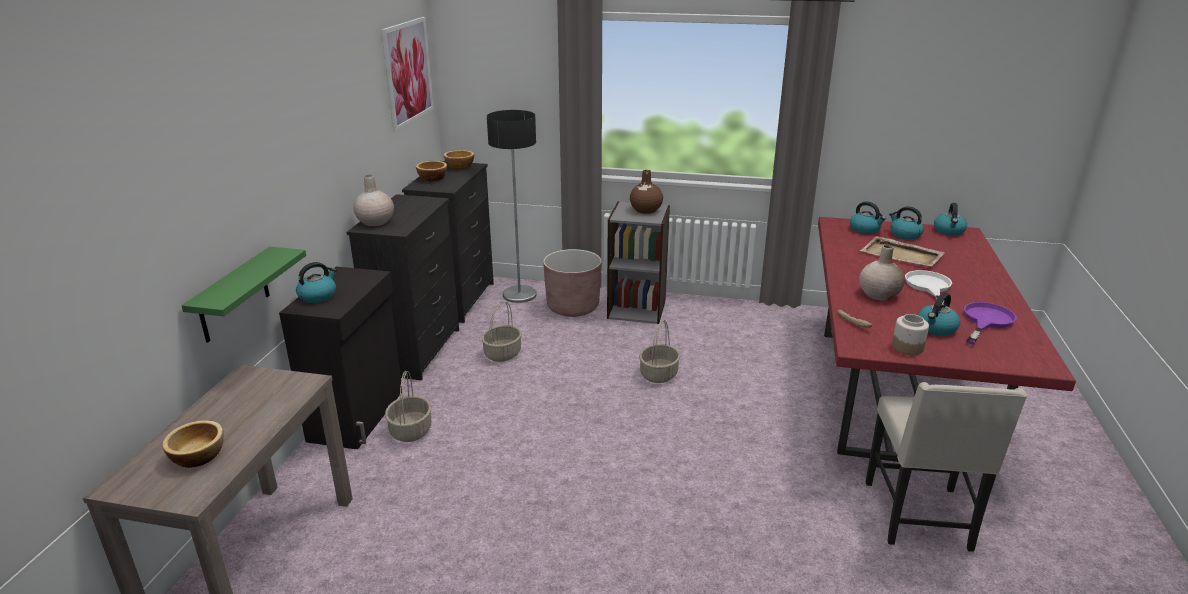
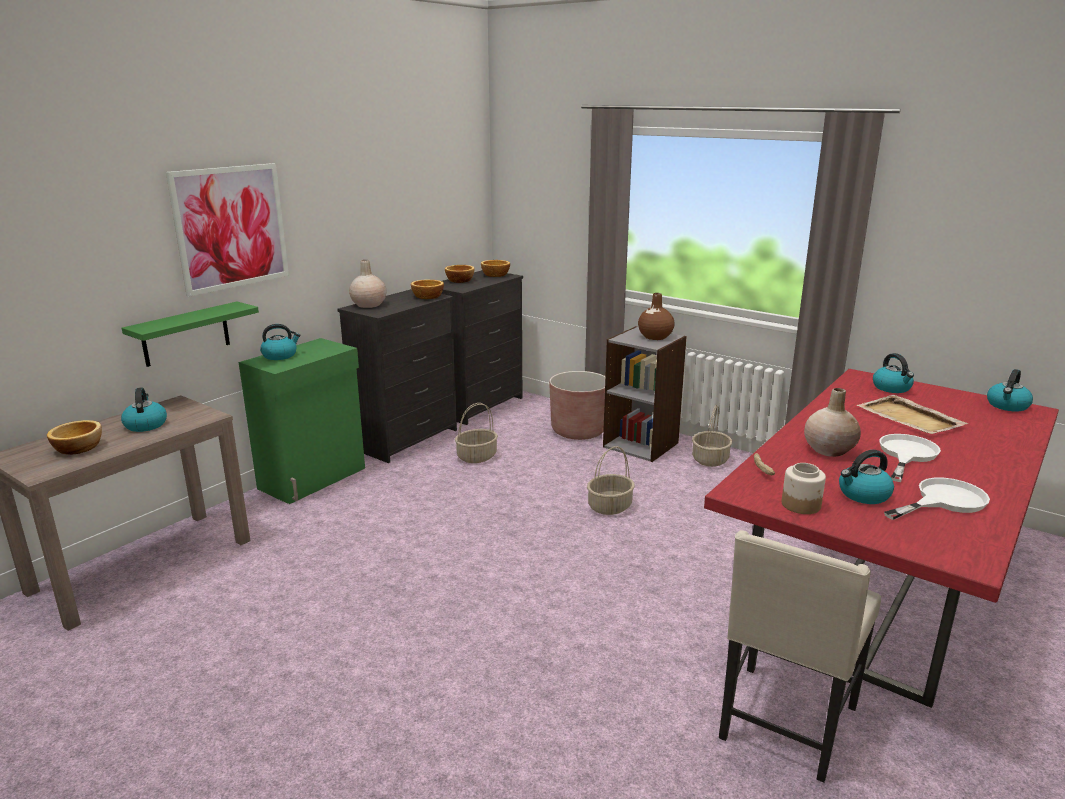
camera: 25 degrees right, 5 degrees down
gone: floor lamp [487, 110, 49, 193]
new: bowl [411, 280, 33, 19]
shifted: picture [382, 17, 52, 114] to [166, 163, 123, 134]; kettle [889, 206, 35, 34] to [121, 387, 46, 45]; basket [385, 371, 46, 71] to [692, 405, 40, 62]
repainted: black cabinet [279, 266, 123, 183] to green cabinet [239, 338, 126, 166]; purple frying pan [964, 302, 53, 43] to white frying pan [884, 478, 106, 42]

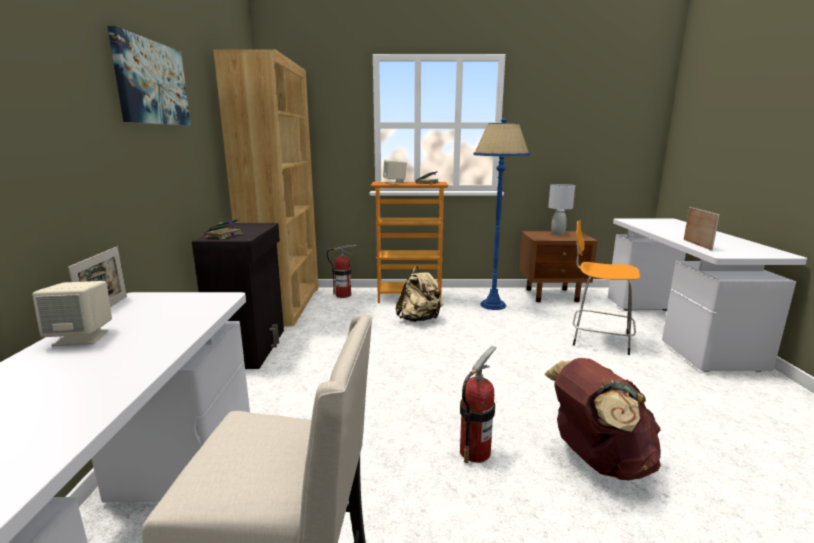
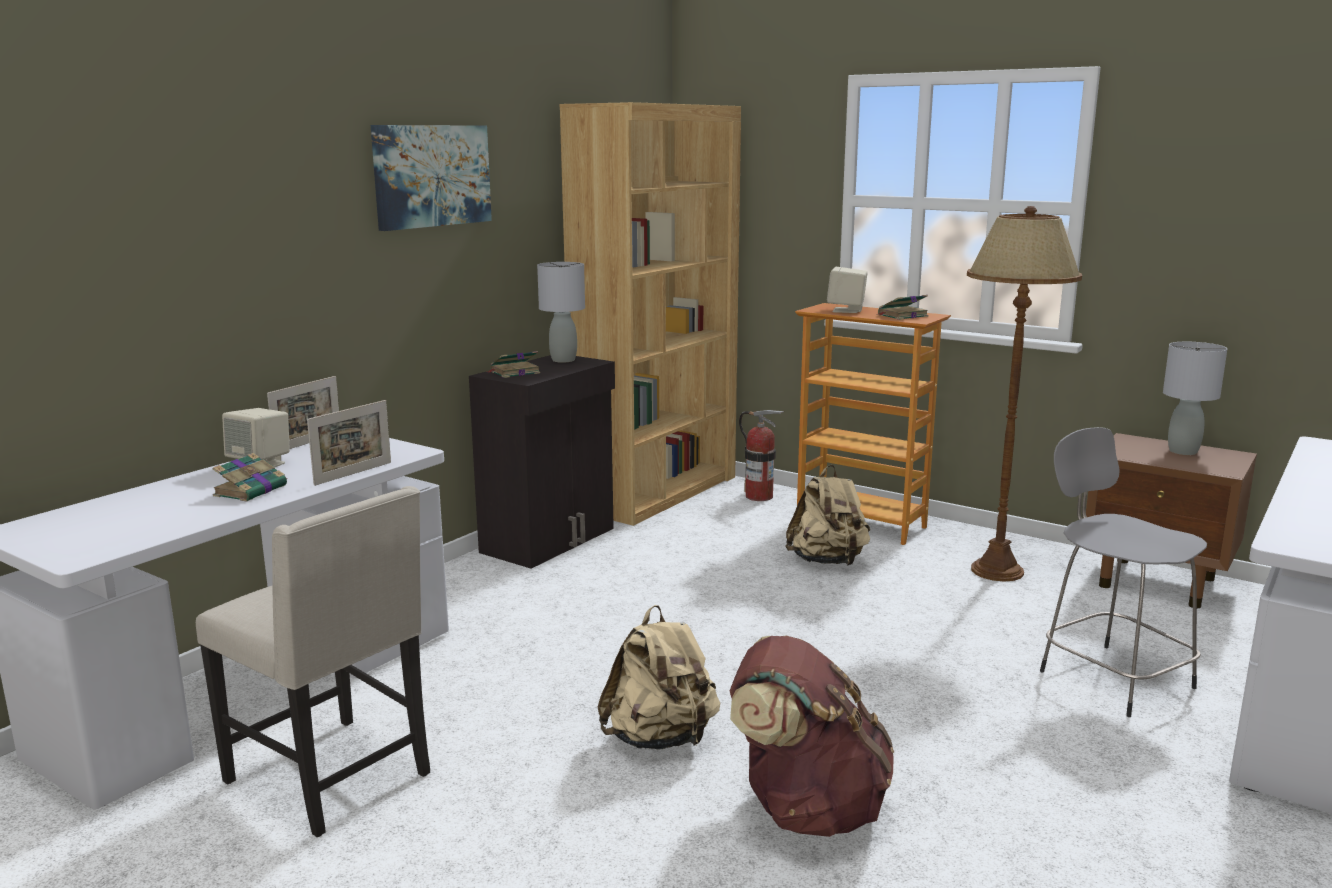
camera: 35 degrees right, 0 degrees up
new: grey table lamp [537, 262, 48, 101]; book [213, 453, 75, 49]
shifted: picture frame [684, 207, 36, 44] to [307, 400, 84, 86]
swapped: fire extinguisher [460, 346, 36, 117] to beige backpack [598, 605, 122, 144]
repainted: blue floor lamp [473, 118, 57, 192] to brown floor lamp [967, 206, 115, 376]; orange stool [573, 220, 67, 135] to grey stool [1040, 427, 167, 290]

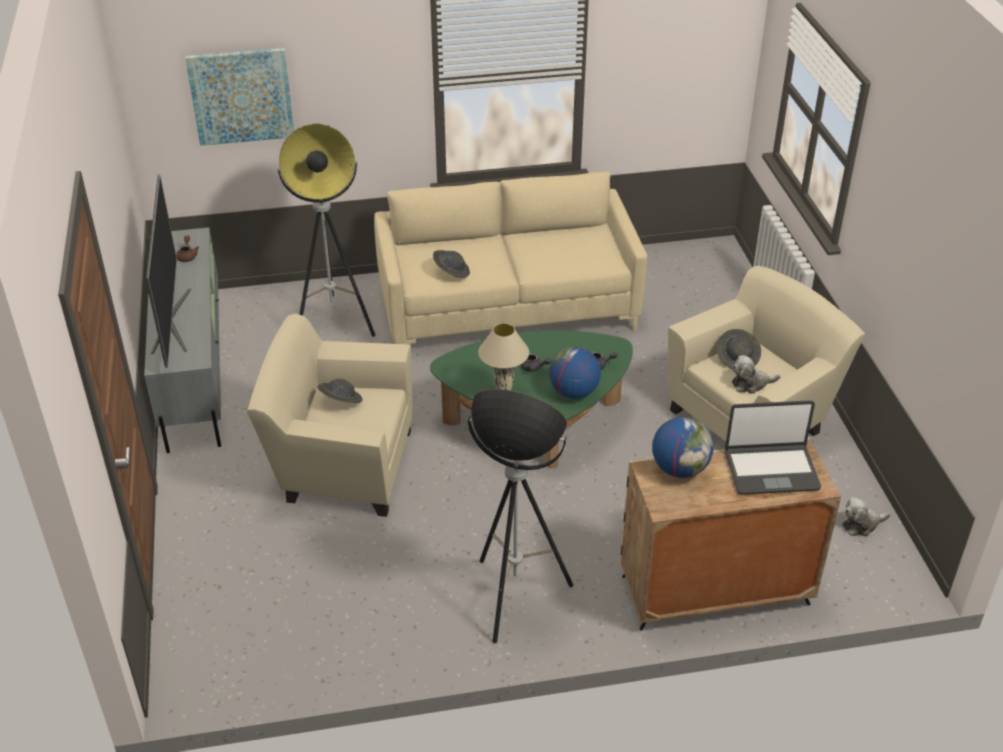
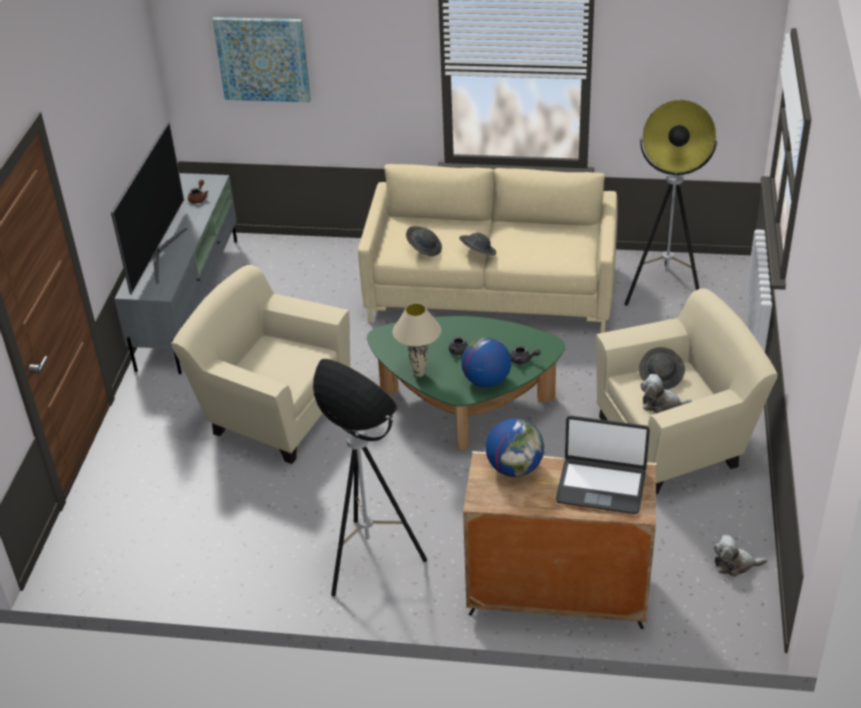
camera: 20 degrees right, 0 degrees up
shifted: floor lamp [278, 124, 97, 213] to [625, 100, 93, 206]; grey hat [317, 379, 45, 24] to [459, 233, 37, 23]

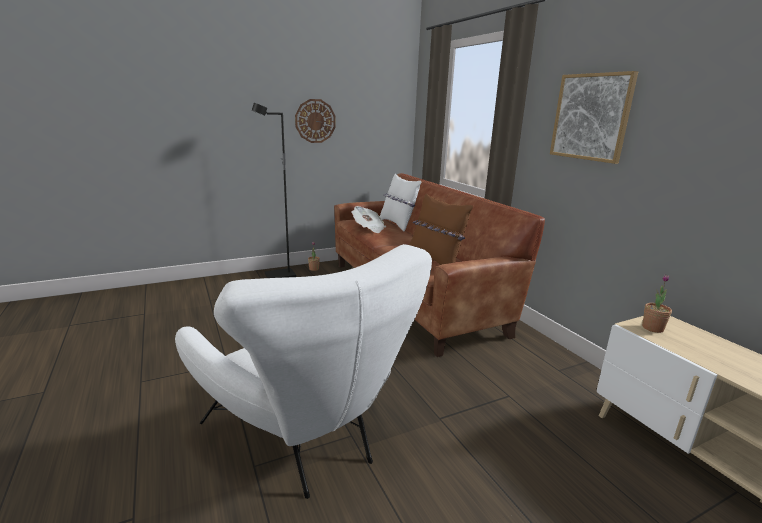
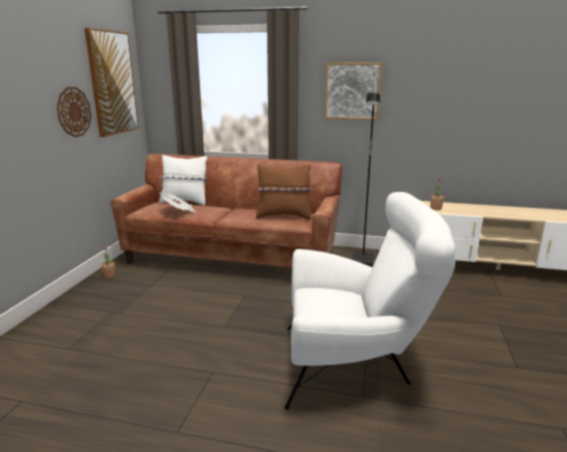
camera: 50 degrees left, 0 degrees up
new: picture [84, 28, 55, 109]
shifted: black floor lamp [252, 103, 44, 175] to [352, 93, 28, 174]

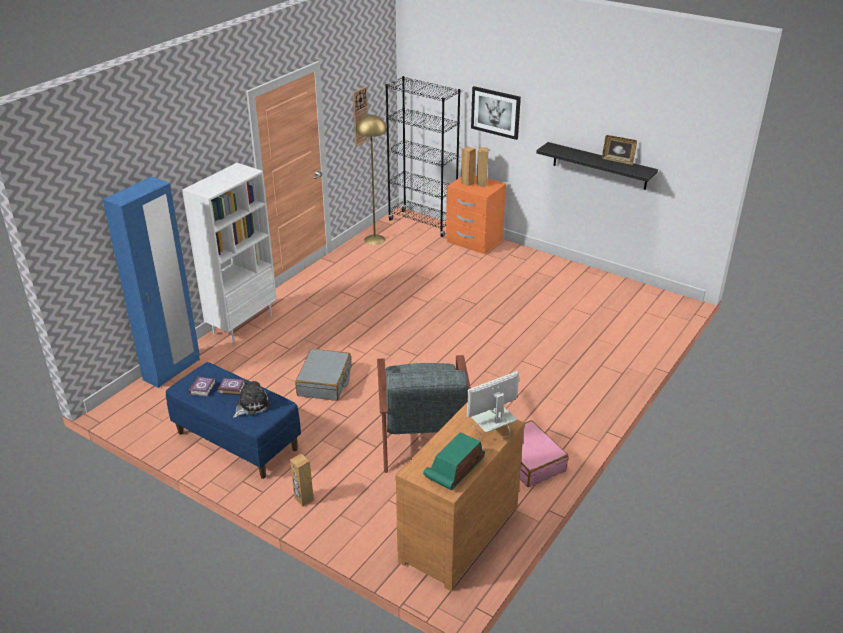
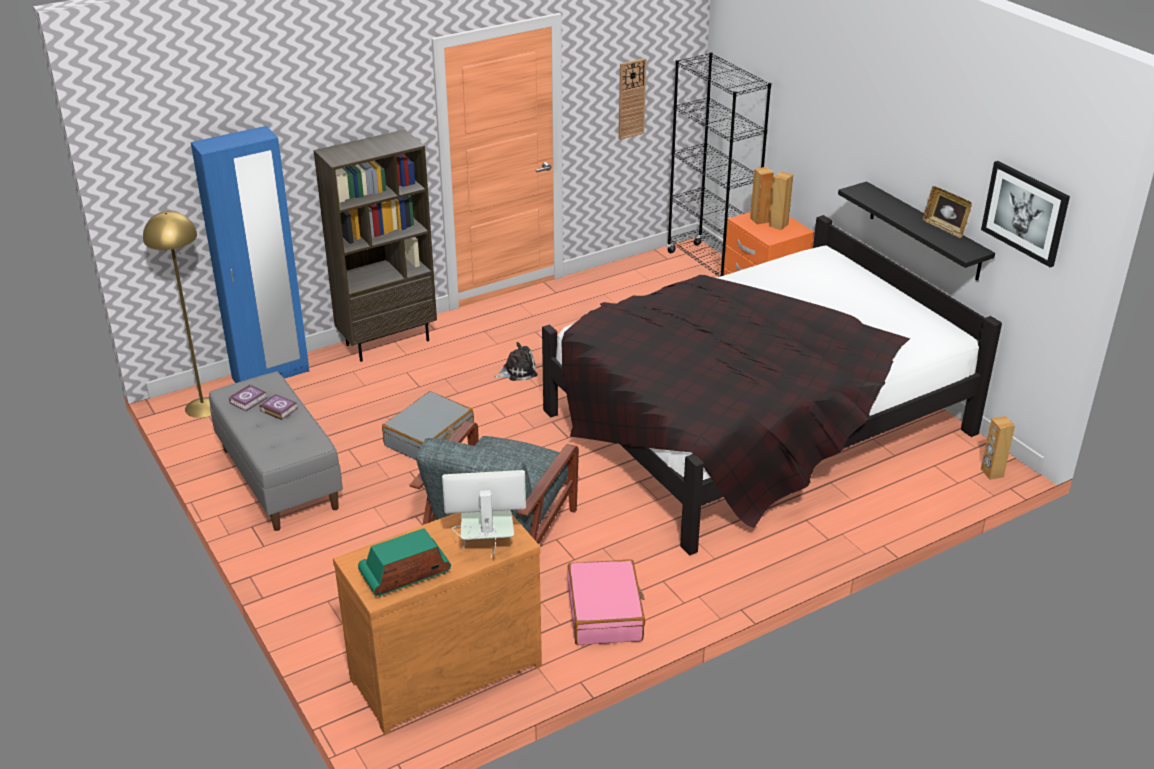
camera: 25 degrees right, 0 degrees up
new: black bed [542, 215, 460, 341]
shifted: picture [471, 86, 50, 54] to [981, 161, 89, 107]; yellow floor lamp [356, 115, 31, 130] to [143, 211, 68, 207]; plush toy [233, 380, 38, 38] to [494, 342, 43, 39]; brown speaker [290, 453, 24, 54] to [981, 416, 34, 64]
repainted: white bookcase [182, 163, 95, 180] to brown bookcase [314, 129, 123, 233]; blue bench [166, 362, 135, 117] to grey bench [209, 371, 134, 160]

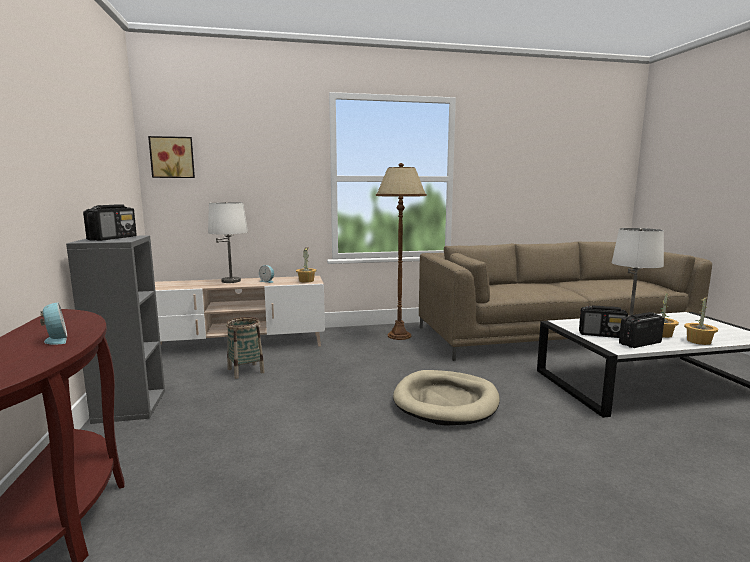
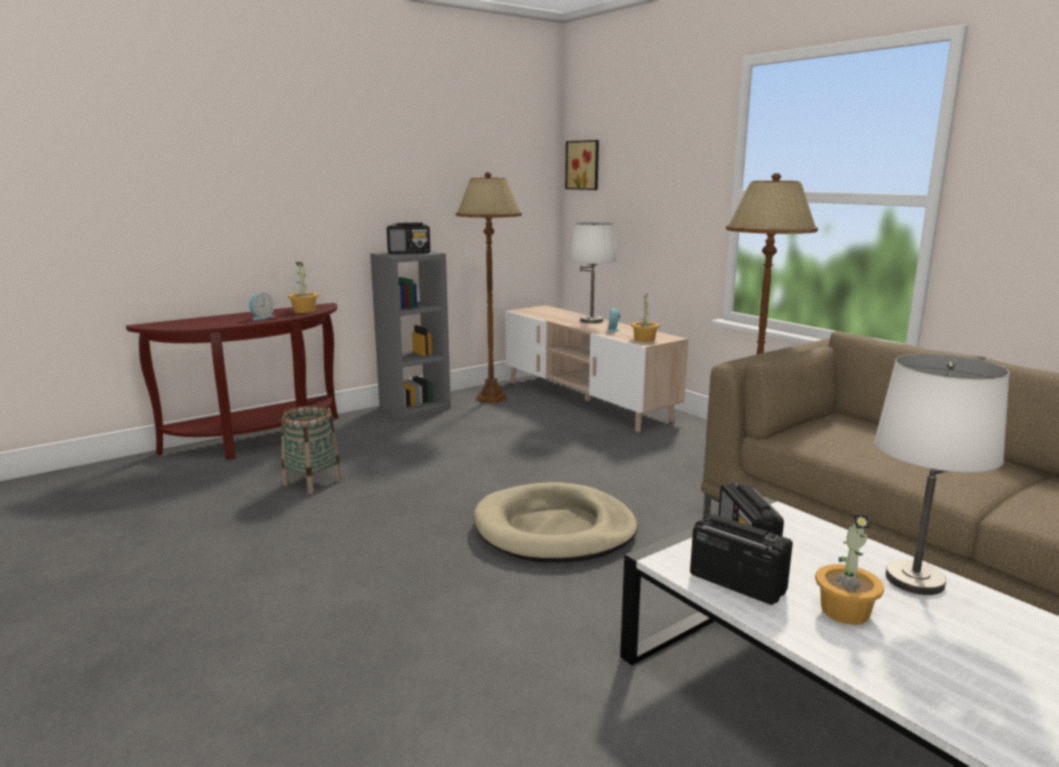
camera: 65 degrees right, 5 degrees up
new: brown floor lamp [456, 172, 66, 231]
shifted: potted plant [684, 297, 34, 48] to [288, 262, 31, 51]; basket [226, 317, 39, 62] to [281, 405, 61, 89]

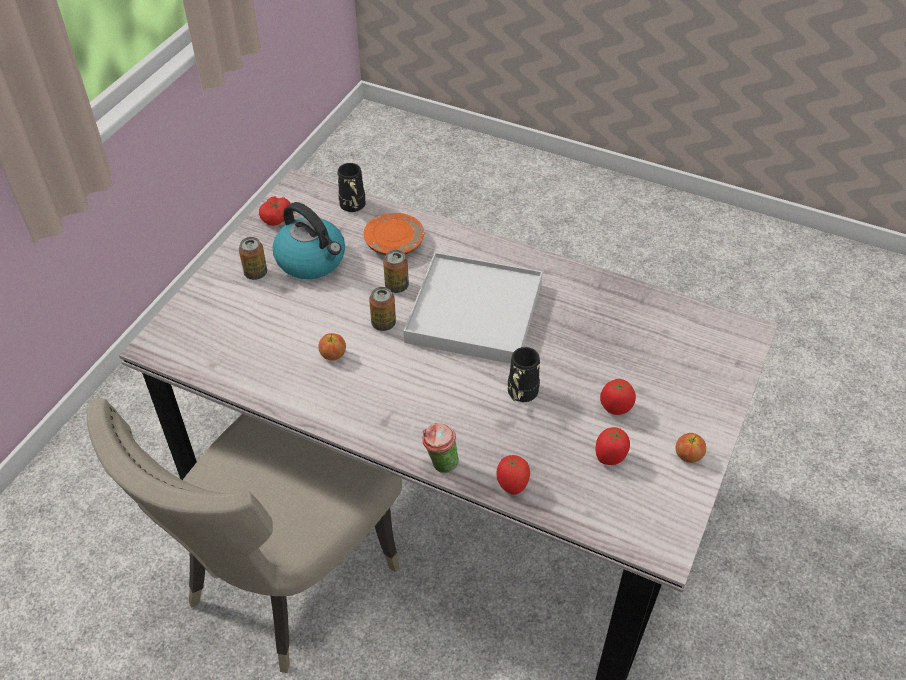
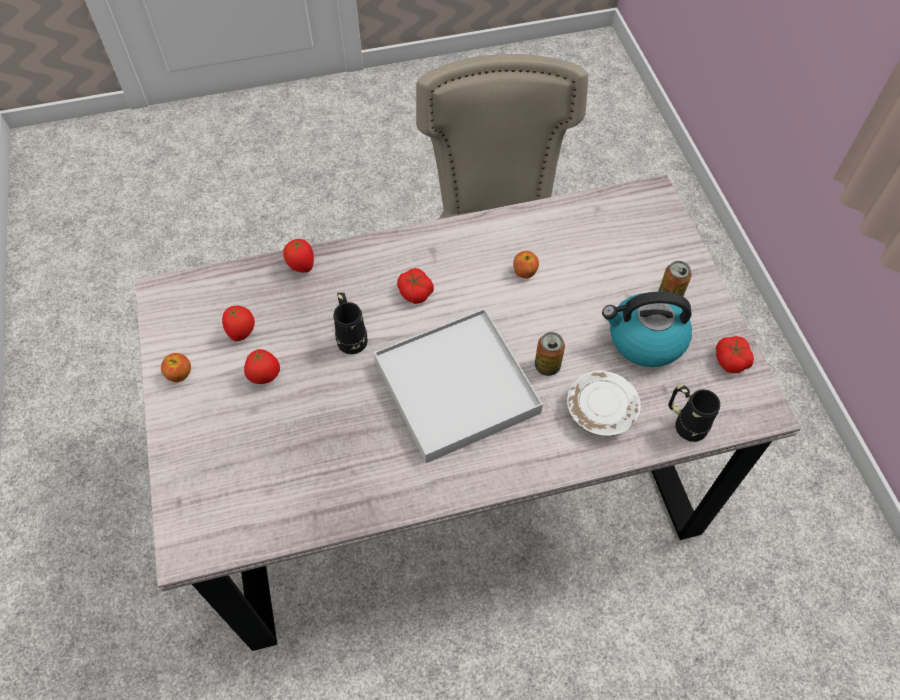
camera: 140 degrees right, 10 degrees up
gone: can [369, 287, 27, 44]; cup [422, 423, 37, 50]
new: tomato [397, 268, 37, 36]
repainted: orange plate [364, 213, 60, 43] to white plate [567, 371, 74, 65]

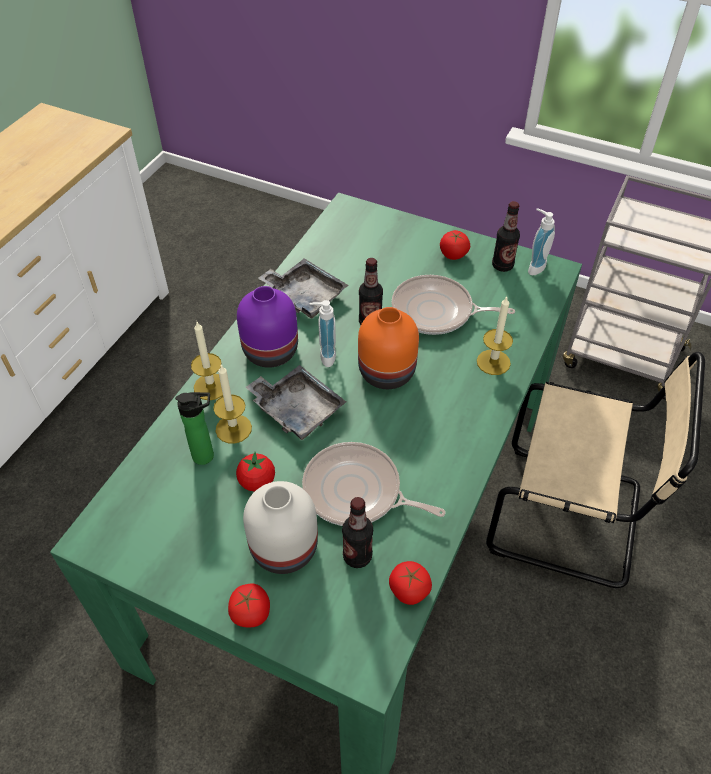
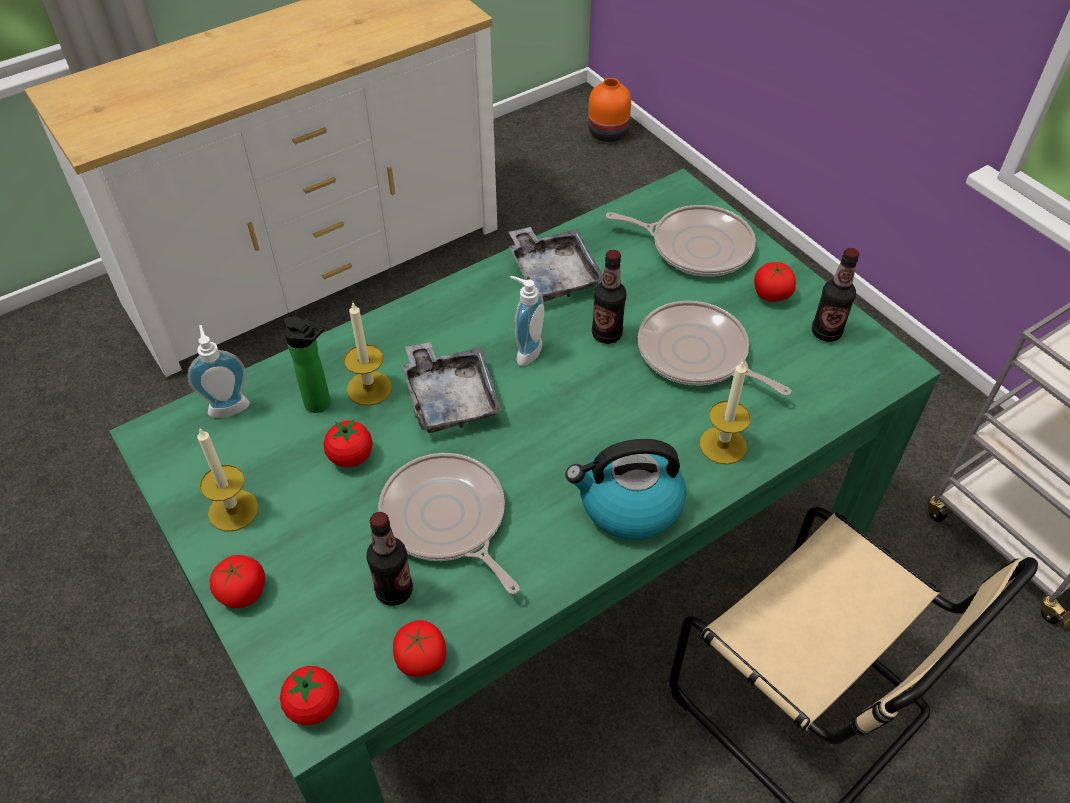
camera: 30 degrees right, 0 degrees up
gone: purple vase [237, 286, 61, 82]; white vase [243, 481, 75, 93]
new: frying pan [606, 205, 150, 72]; kettle [566, 439, 120, 101]; tomato [280, 666, 59, 59]
shifted: soap dispenser [528, 208, 27, 67] to [188, 325, 62, 93]; orange vase [358, 307, 61, 82] to [588, 78, 43, 64]; candle [191, 322, 32, 78] to [197, 427, 62, 105]

